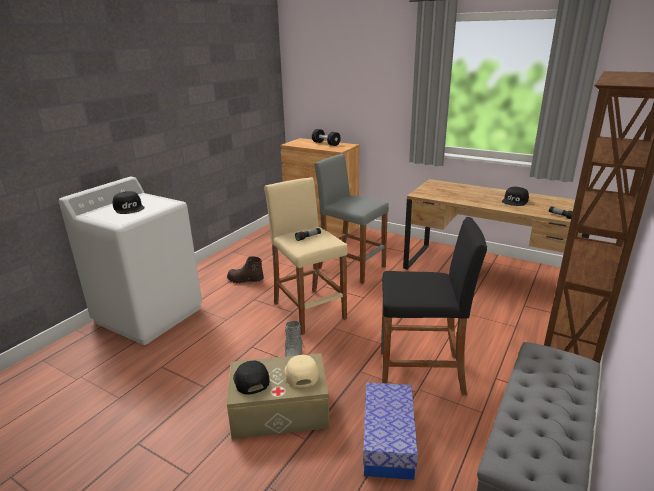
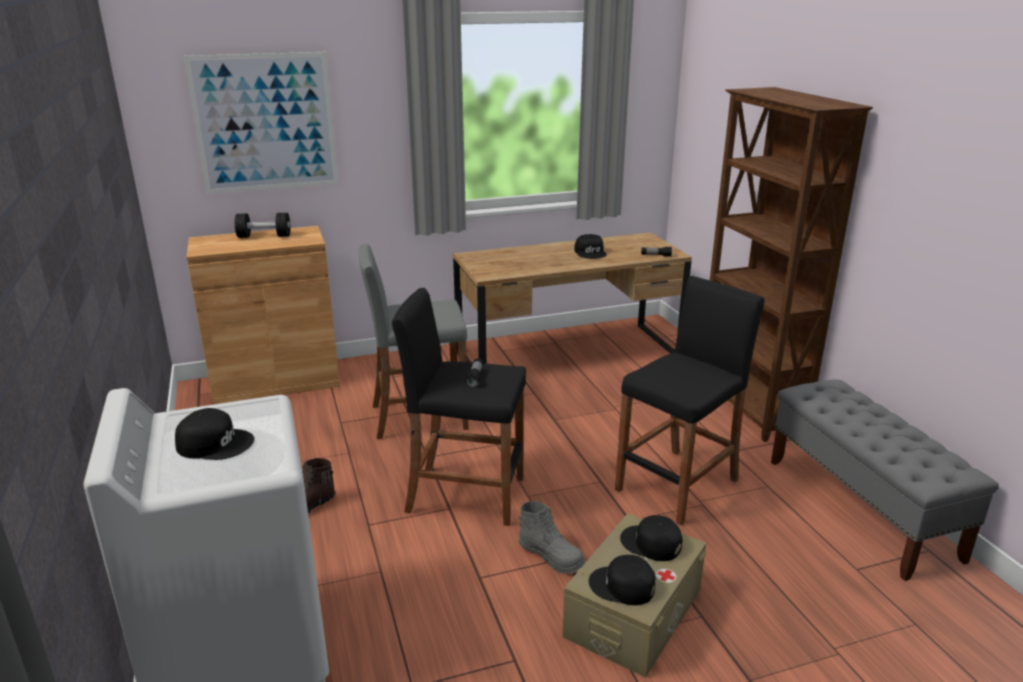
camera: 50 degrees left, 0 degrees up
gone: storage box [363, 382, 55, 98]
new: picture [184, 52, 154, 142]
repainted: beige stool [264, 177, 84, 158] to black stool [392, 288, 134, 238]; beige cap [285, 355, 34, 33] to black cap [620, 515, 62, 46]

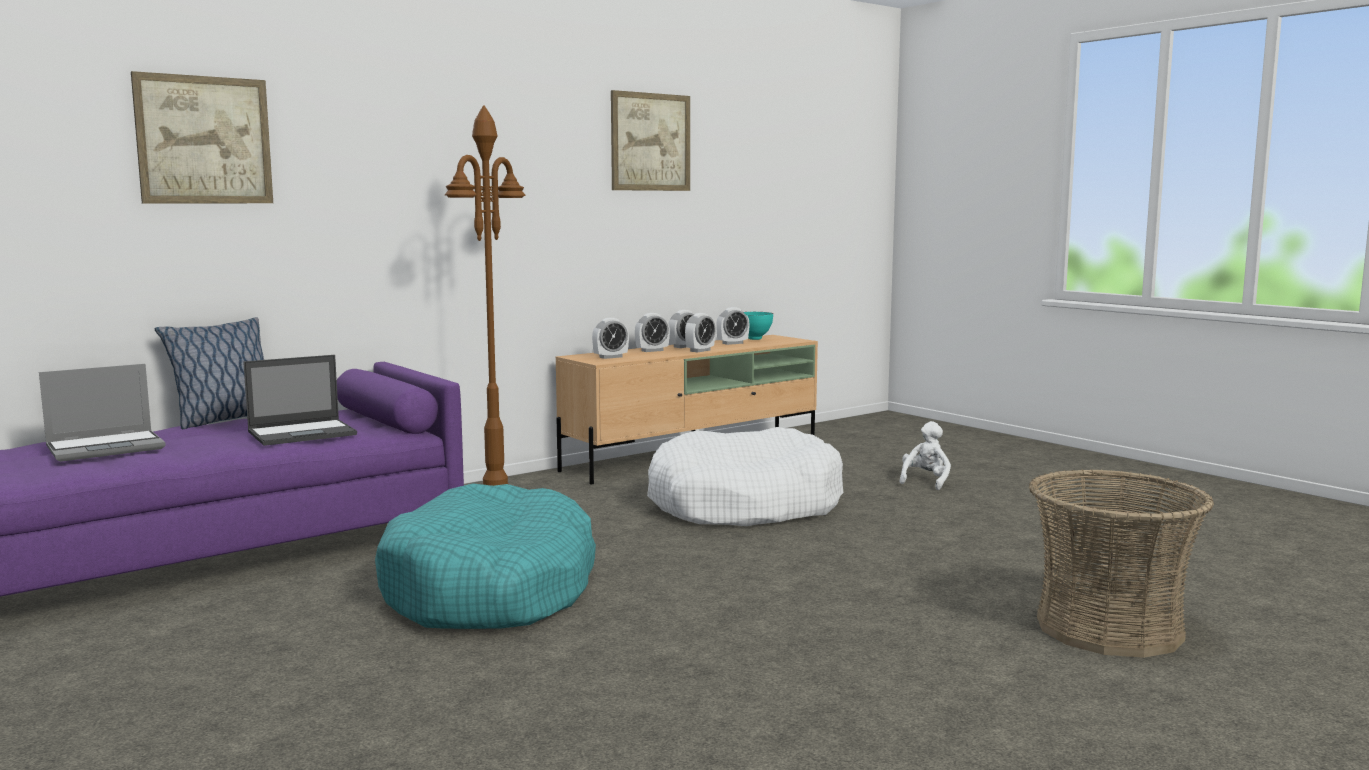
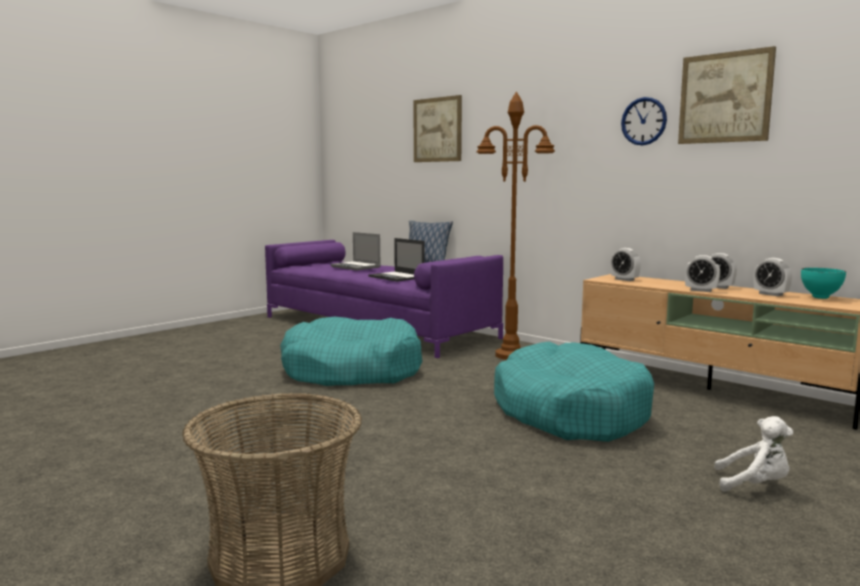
camera: 80 degrees right, 0 degrees up
gone: alarm clock [635, 313, 35, 39]
new: wall clock [621, 97, 46, 48]
repainted: white dog bed [647, 427, 196, 99] to turquoise dog bed [494, 342, 160, 100]

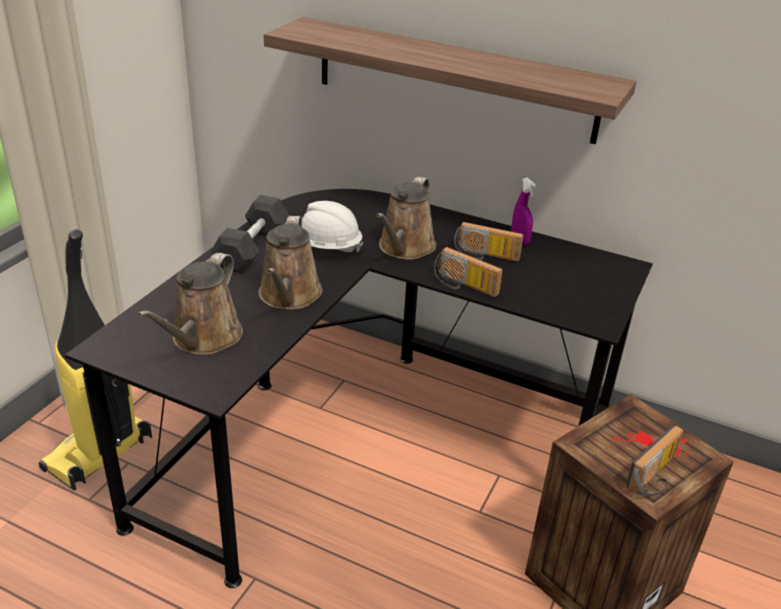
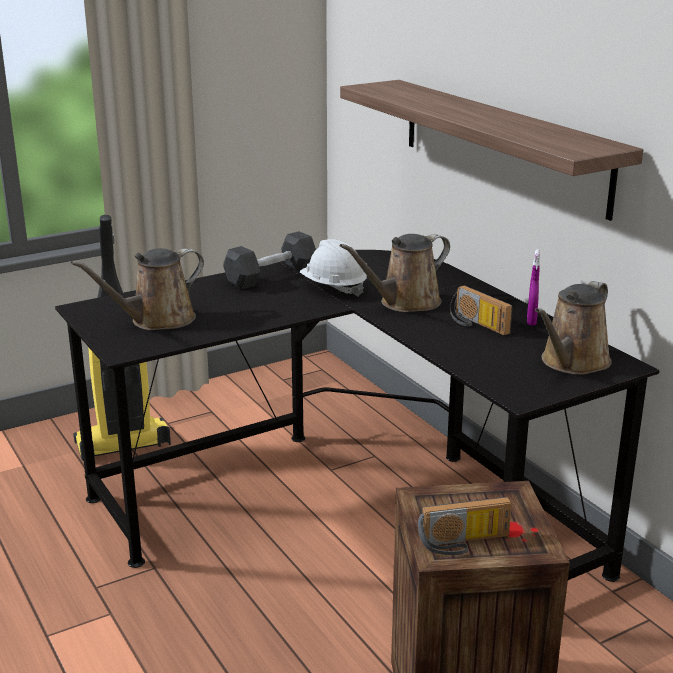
camera: 35 degrees right, 10 degrees down
gone: radio [434, 247, 69, 50]
shifted: brown watering can [259, 216, 64, 94] to [535, 281, 76, 94]

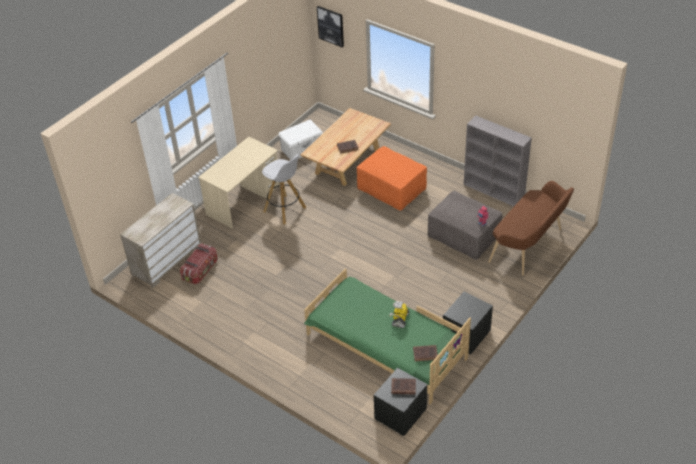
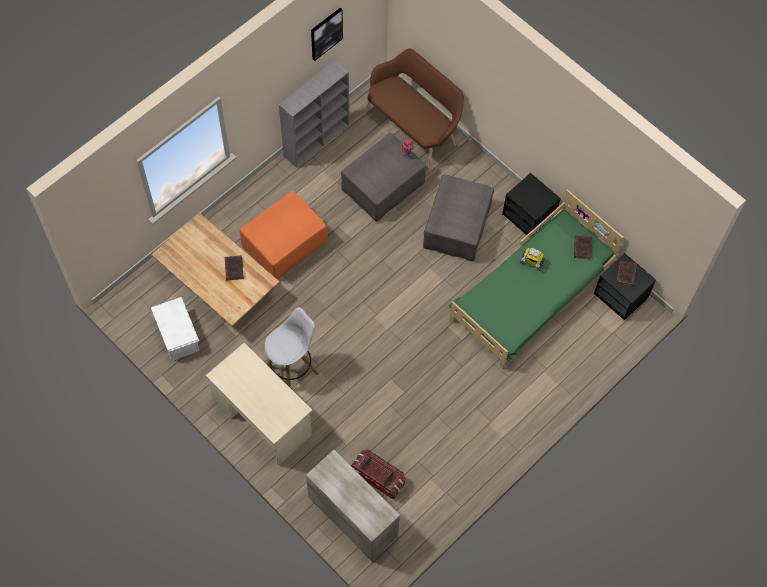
camera: 85 degrees left, 20 degrees up
new: grey ottoman [423, 174, 71, 87]
shifted: picture [317, 6, 27, 41] to [311, 8, 32, 53]

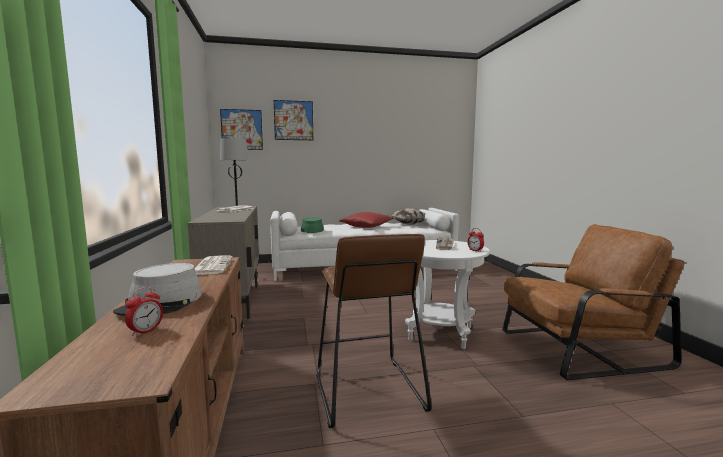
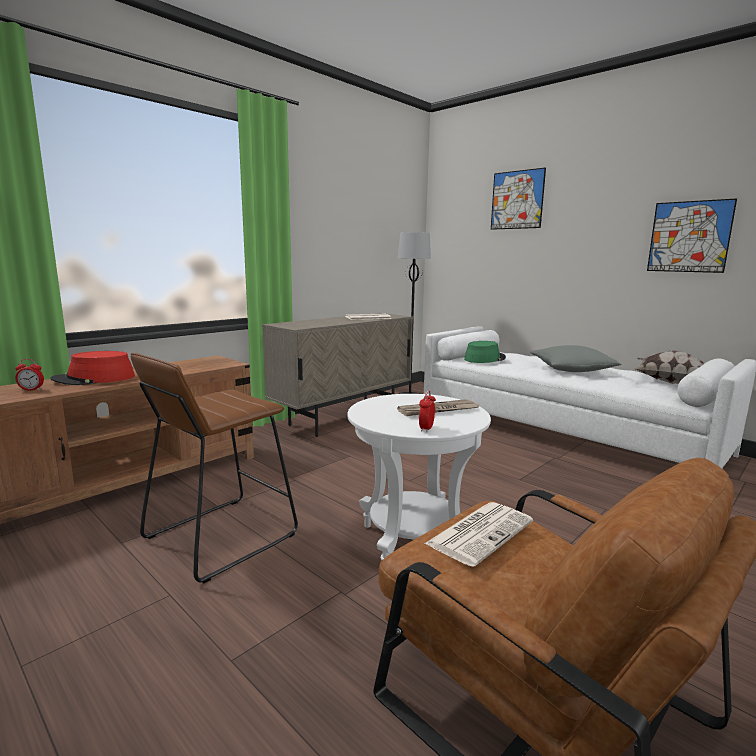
camera: 55 degrees right, 5 degrees up
shifted: picture [220, 109, 43, 41] to [647, 198, 90, 75]; newspaper [195, 255, 38, 20] to [424, 502, 109, 65]
repainted: red pillow [339, 212, 54, 16] to grey pillow [530, 345, 92, 27]; grey hat [113, 263, 89, 53] to red hat [50, 351, 85, 34]

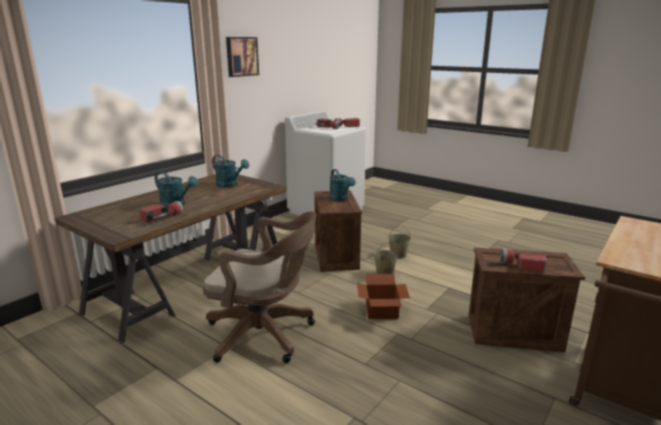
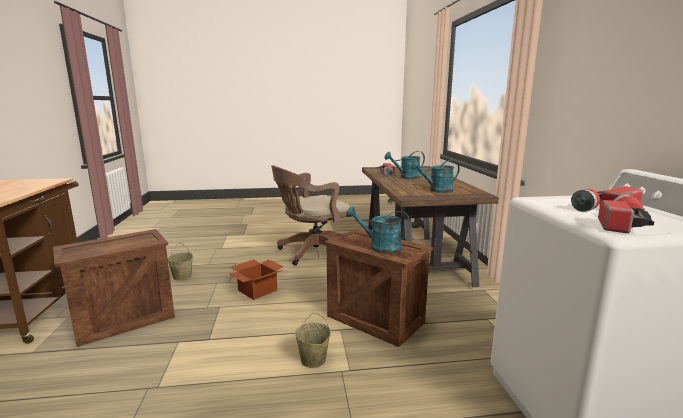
camera: 135 degrees right, 5 degrees down
gone: picture [226, 37, 33, 40]; flashlight [500, 249, 46, 23]
shifted: beige bucket [374, 242, 24, 32] to [167, 243, 26, 37]

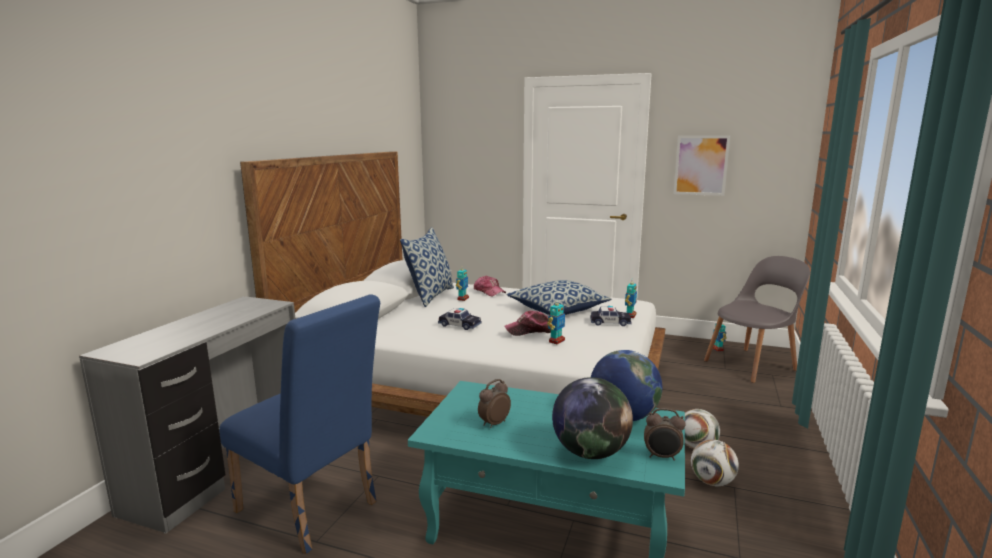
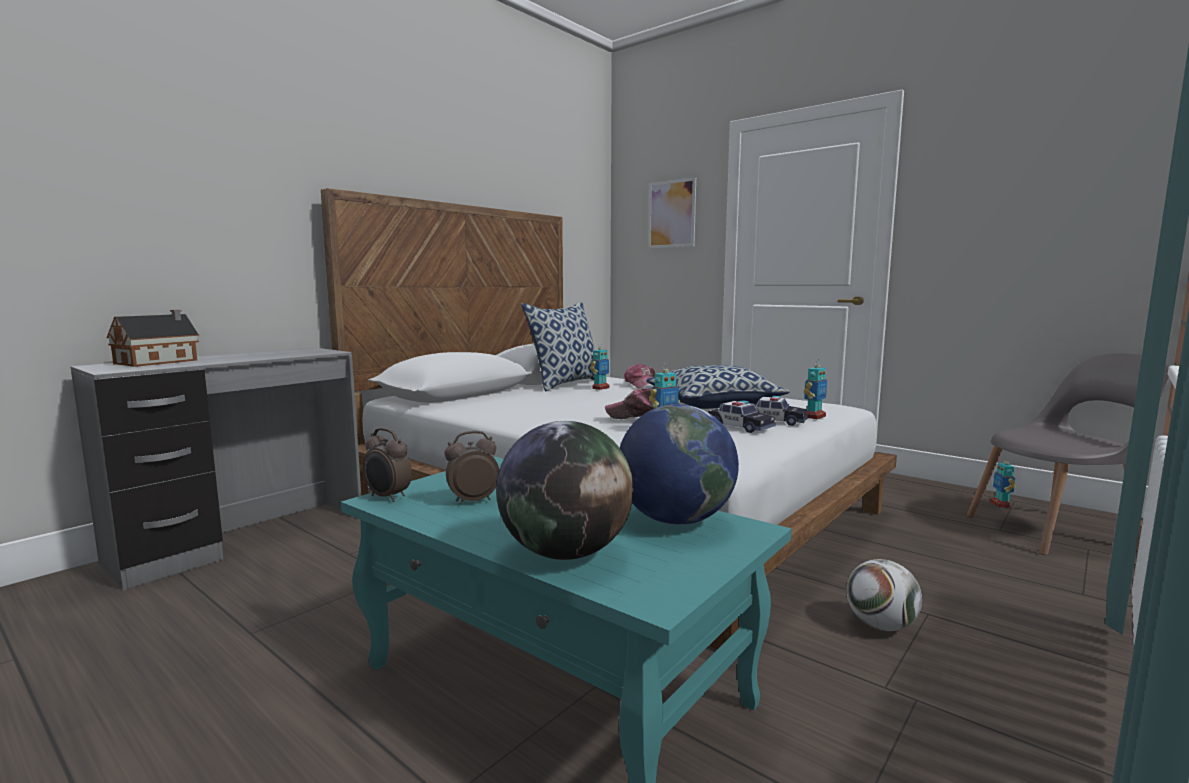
camera: 20 degrees right, 5 degrees down
gone: blue chair [219, 294, 161, 260]; football [691, 439, 48, 47]
new: toy house [107, 310, 92, 57]
shifted: picture [674, 136, 56, 60] to [648, 177, 48, 72]; toy car [438, 308, 44, 22] to [708, 400, 68, 33]; alarm clock [644, 408, 42, 53] to [363, 428, 49, 74]

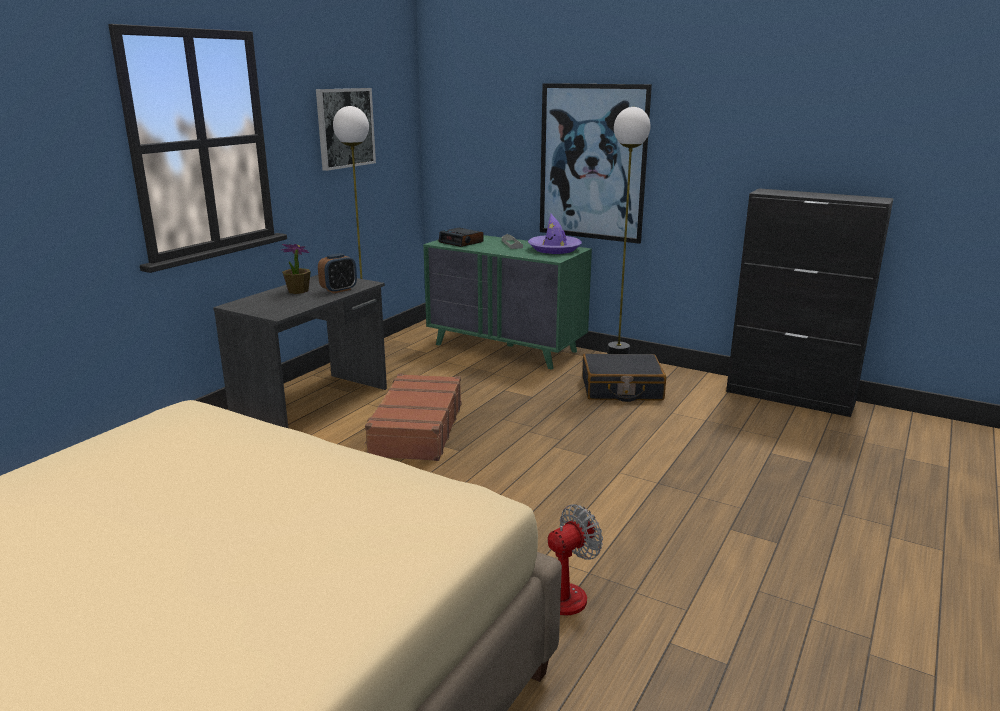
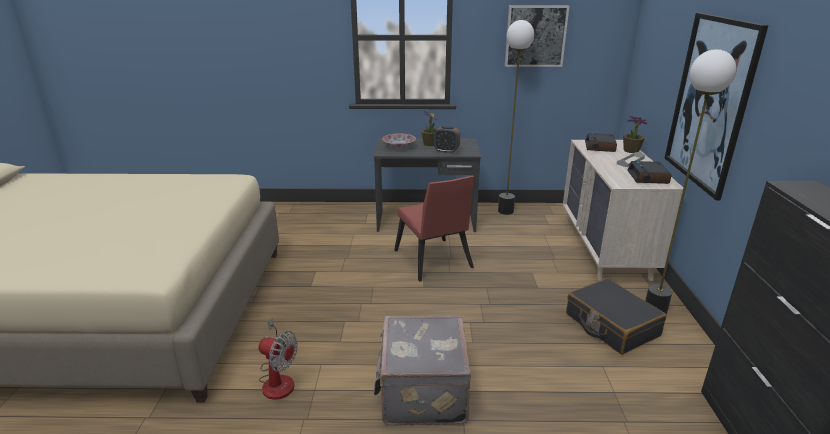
camera: 60 degrees right, 5 degrees up
new: potted plant [623, 116, 24, 37]; bowl [382, 134, 34, 15]; grey suitcase [374, 316, 97, 110]
swapped: purple hat [528, 214, 54, 40] to alarm clock [628, 161, 44, 23]; brown suitcase [364, 374, 98, 87] to red chair [394, 176, 80, 106]
repainted: green dresser [423, 235, 169, 135] to beige dresser [563, 140, 121, 141]

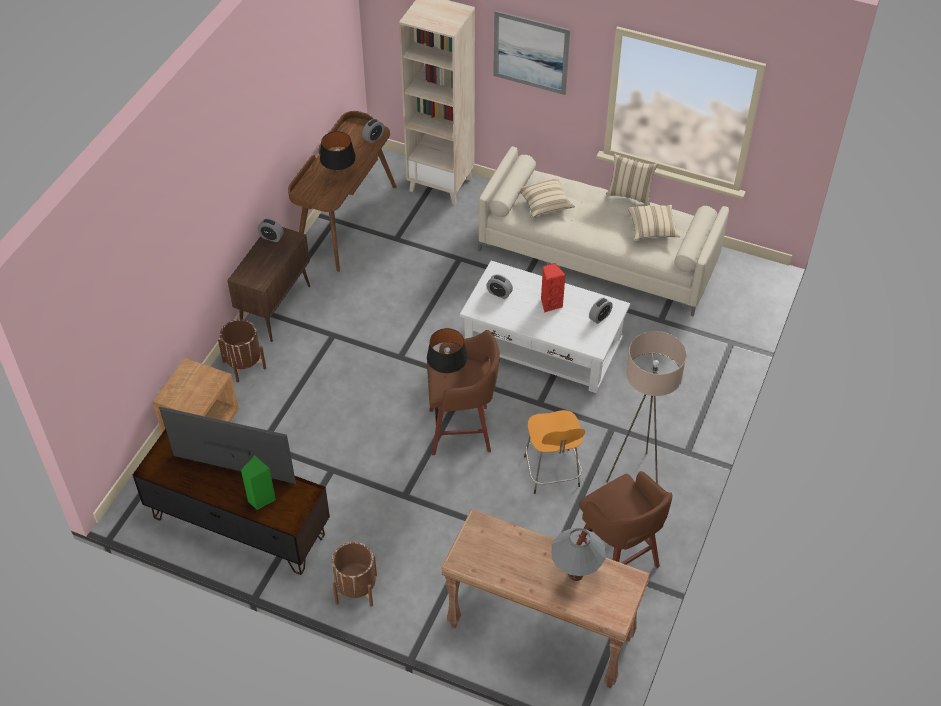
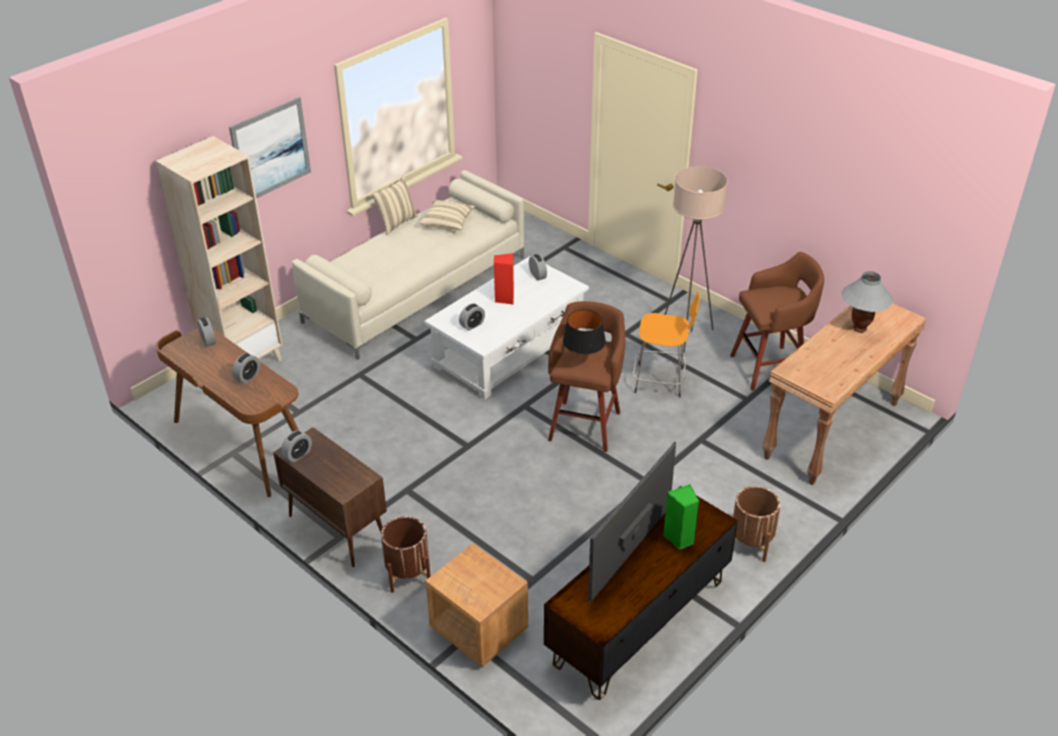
camera: 70 degrees left, 10 degrees down
gone: beige pillow [520, 178, 55, 40]
swapped: black table lamp [320, 131, 36, 45] to alarm clock [232, 353, 28, 31]

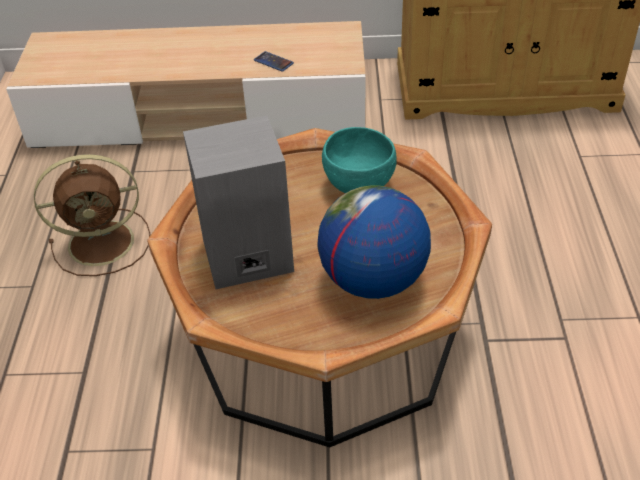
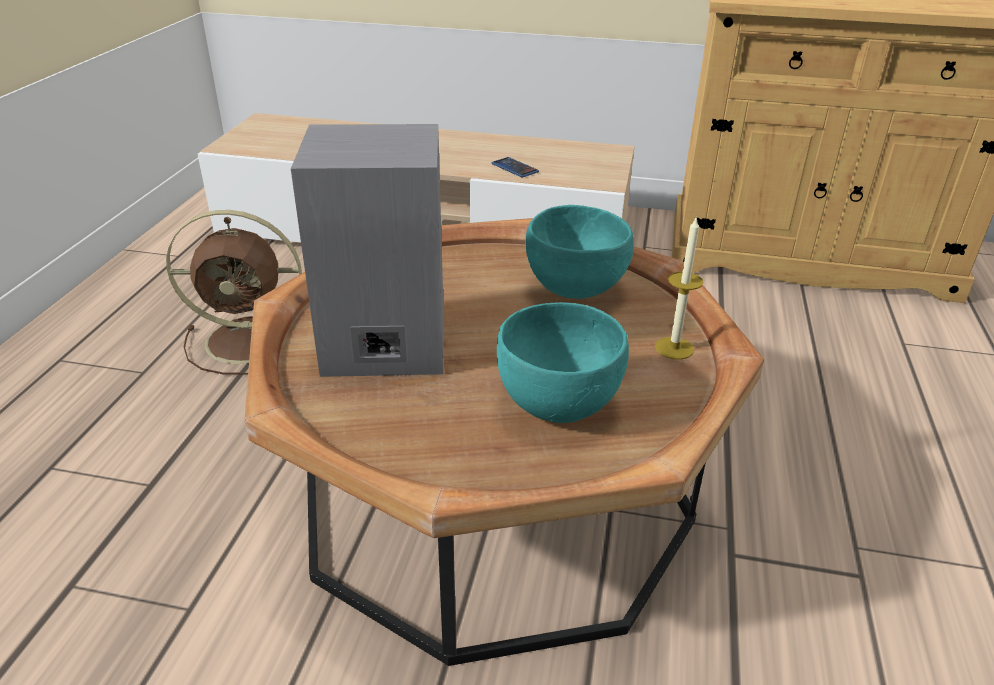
camera: 10 degrees right, 10 degrees down
new: candle [655, 216, 48, 144]
swapped: globe [317, 185, 114, 114] to turquoise bowl [497, 302, 132, 121]

